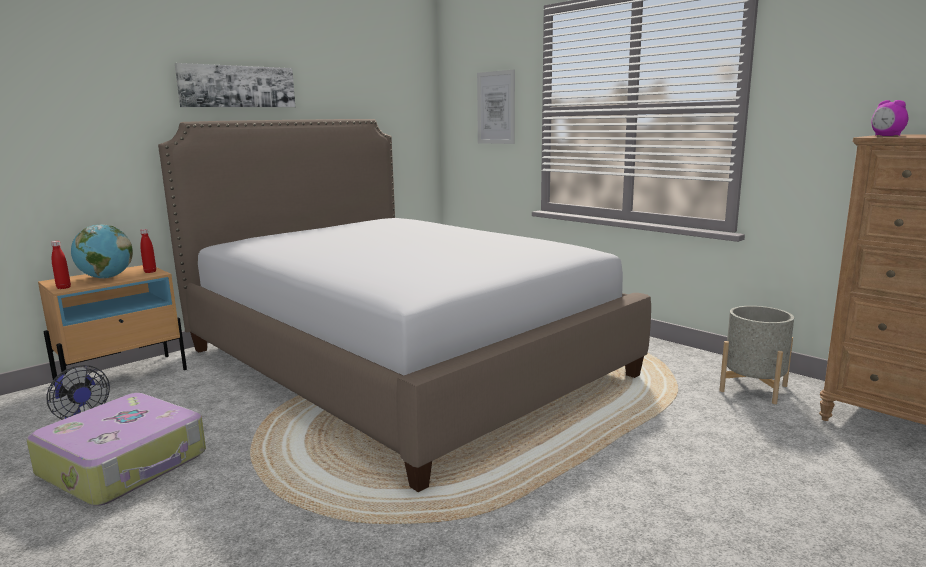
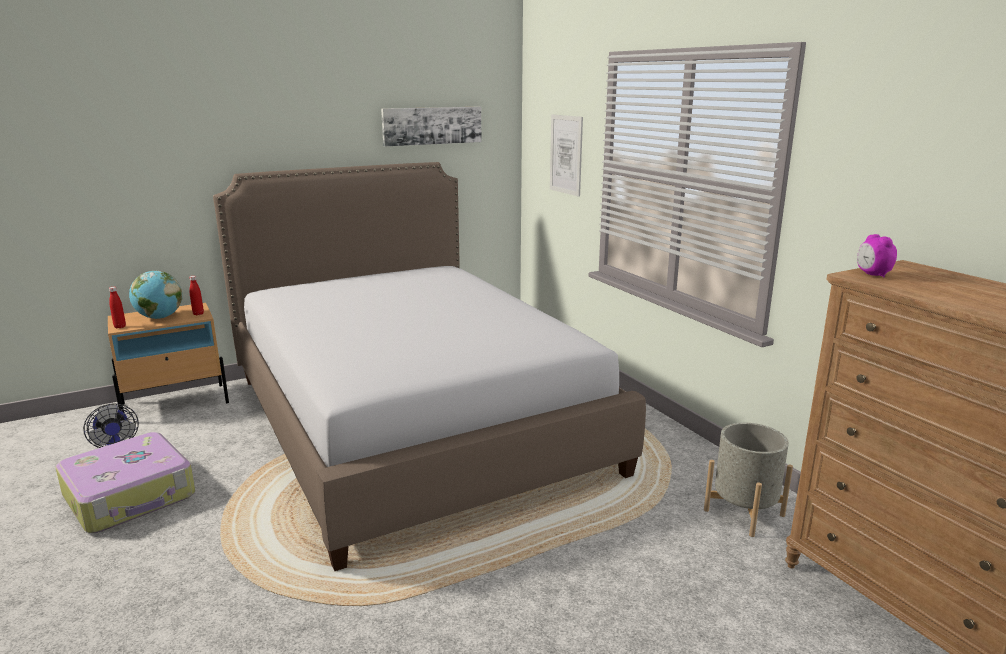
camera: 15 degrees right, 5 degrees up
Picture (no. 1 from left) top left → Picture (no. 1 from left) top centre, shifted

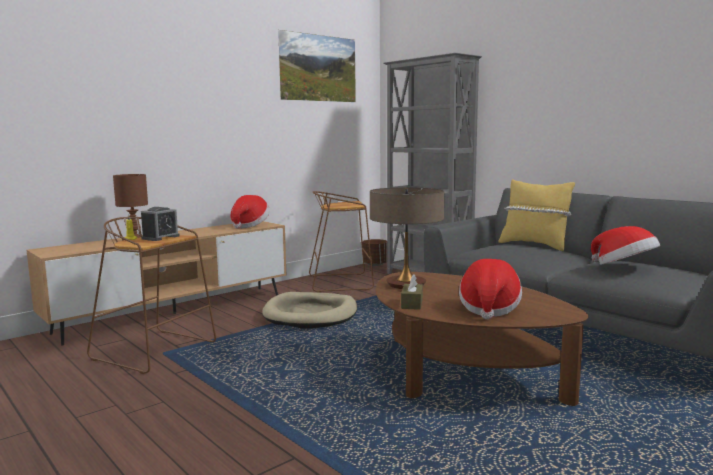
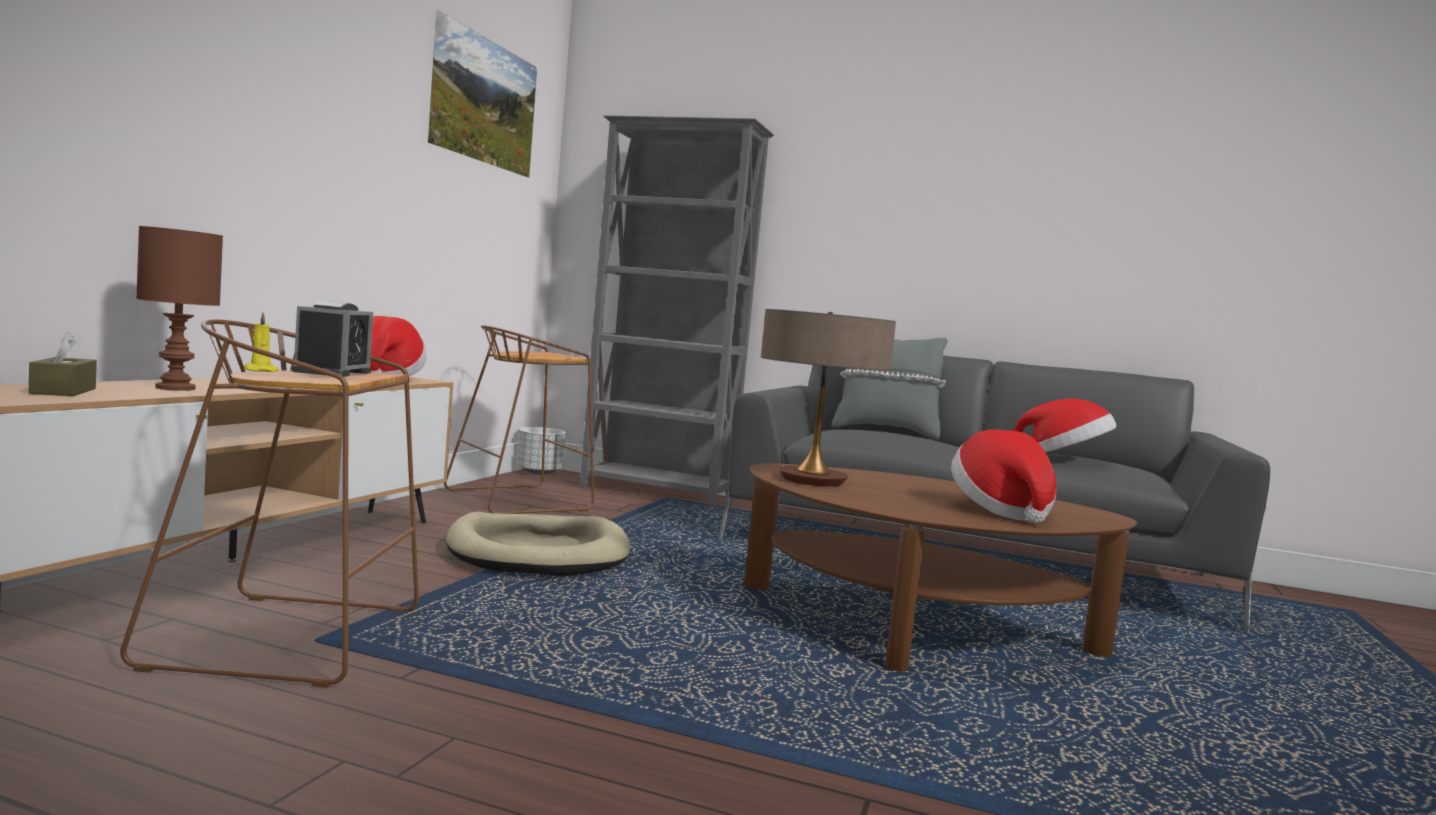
camera: 30 degrees left, 5 degrees down
BrownFlowerPot centre → WhiteFlowerPot centre
BrownTissueHolder centre → BrownTissueHolder middle left, shifted
YellowCushion middle right → GreyCushion centre

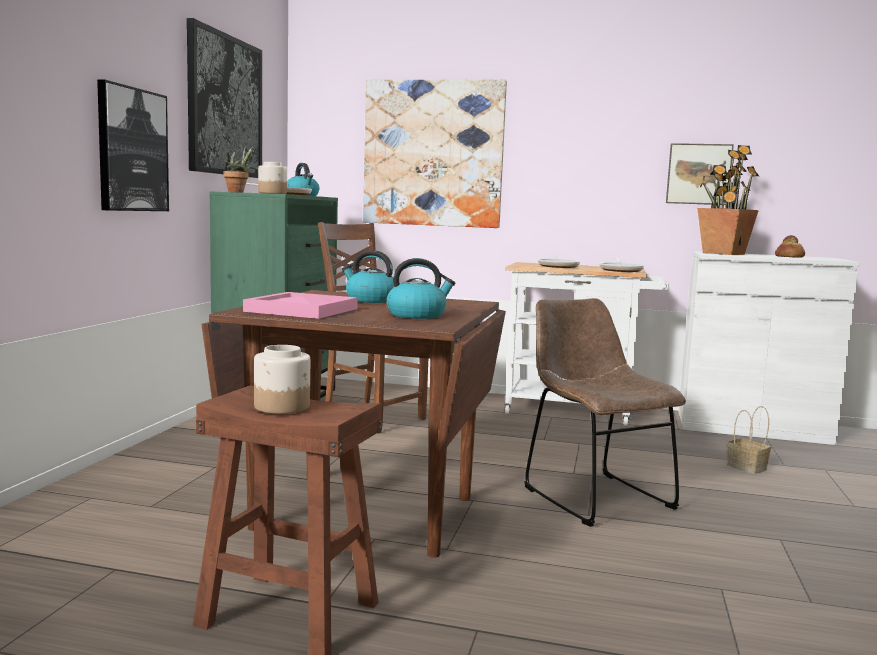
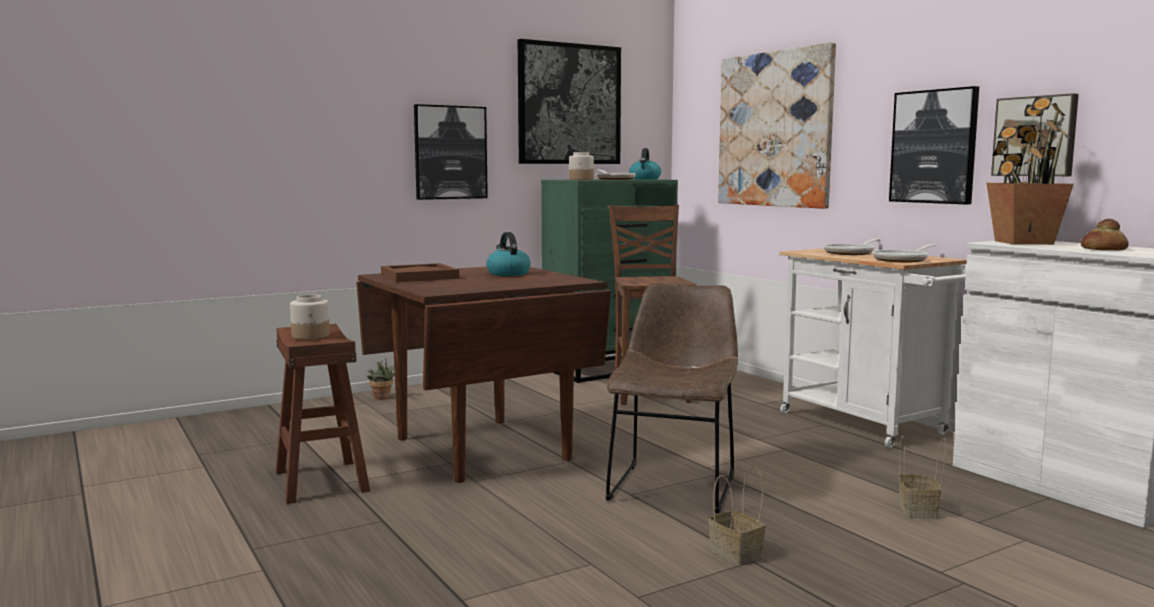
camera: 45 degrees right, 0 degrees up
PottedPlant (no. 1 from left) top left → PottedPlant (no. 1 from left) middle left, shifted
PinkCarryingTray centre → BrownCarryingTray centre
TeaKettle (no. 3 from left) centre → -
- → HouseholdBasket (no. 1 from left) bottom centre
- → Picture (no. 4 from left) top right

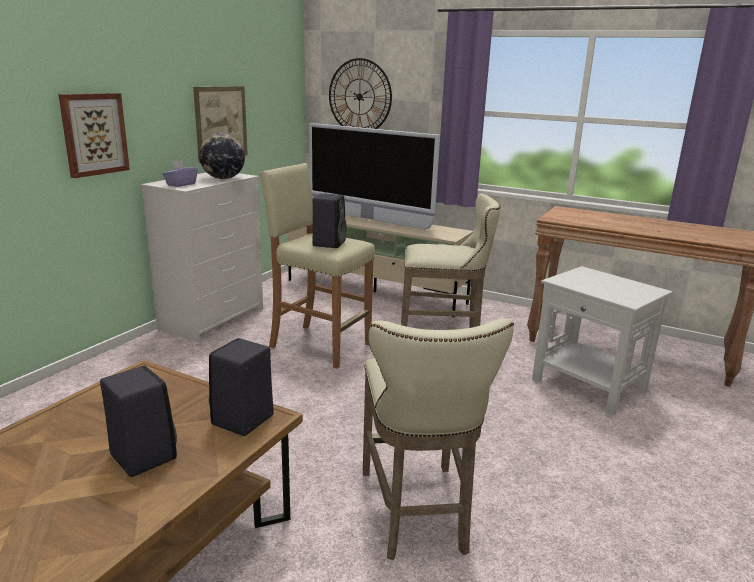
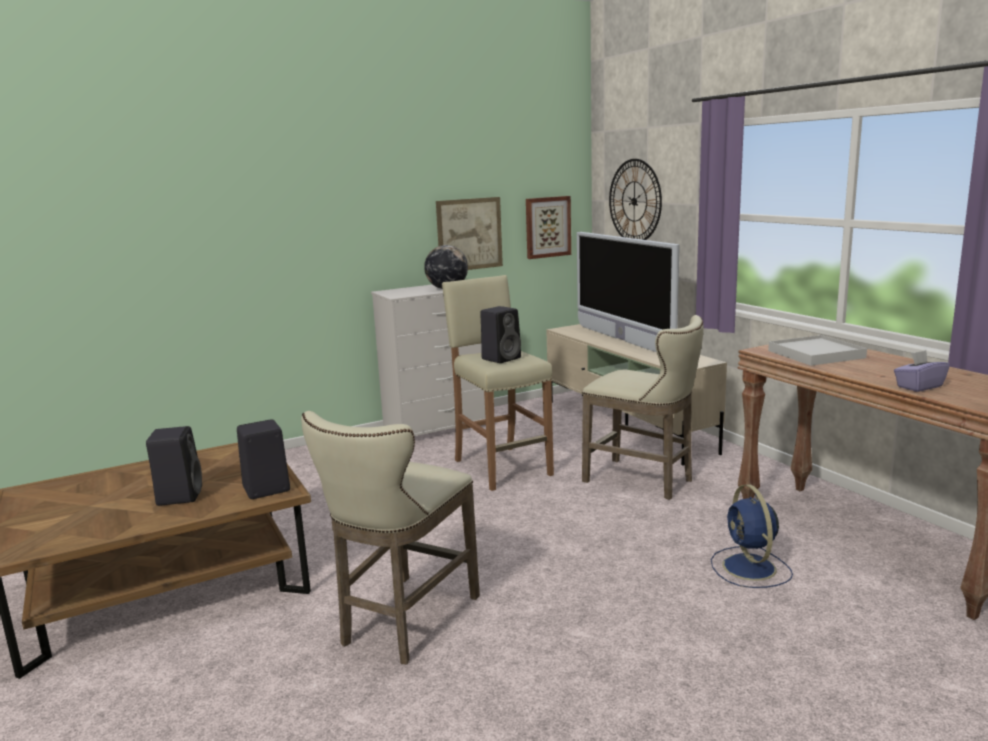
camera: 35 degrees right, 5 degrees down
Picture (no. 1 from left in the first image) top left → Picture (no. 2 from left) top centre, shifted
PurpleColouredTissueHolder top left → PurpleColouredTissueHolder middle right, shifted
WhiteEndTable middle right → BluishElectricFan bottom right
- → WhiteCarryingTray middle right

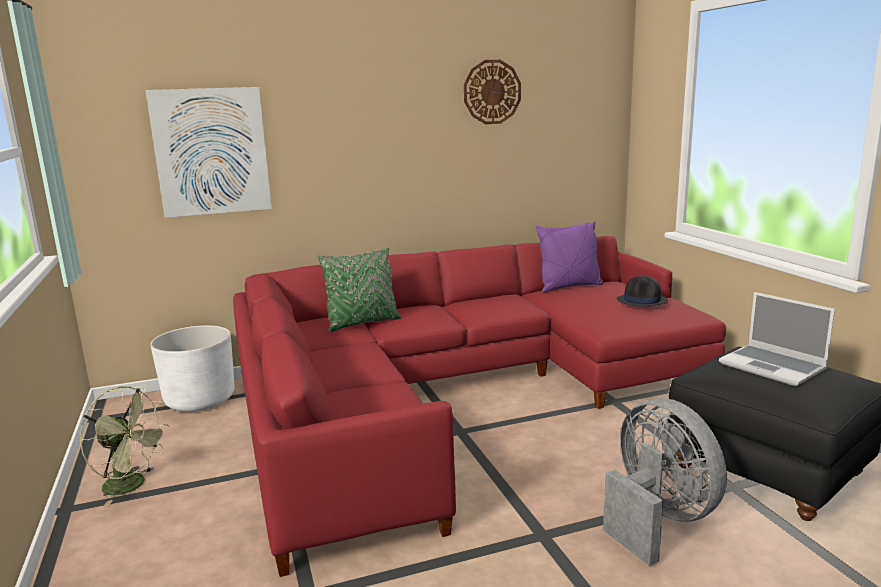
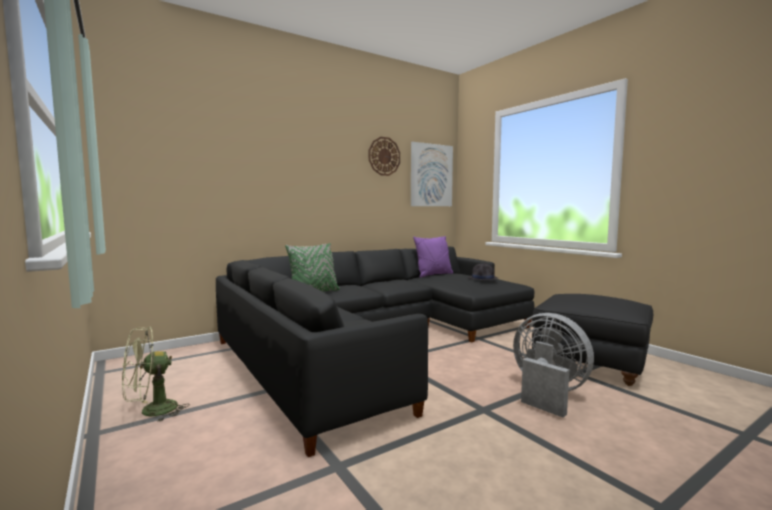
camera: 15 degrees left, 10 degrees down
GreenElectricFan bottom left, 135 degrees clockwise
Picture top left → Picture centre, shifted
WhiteFlowerPot middle left → -
ReddishCouch bottom centre → BlackColouredCouch bottom centre
Laptop middle right → -

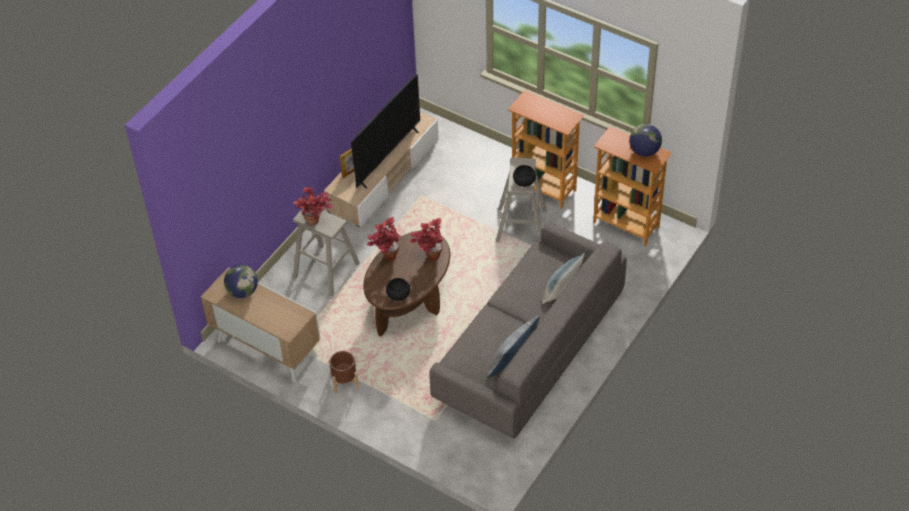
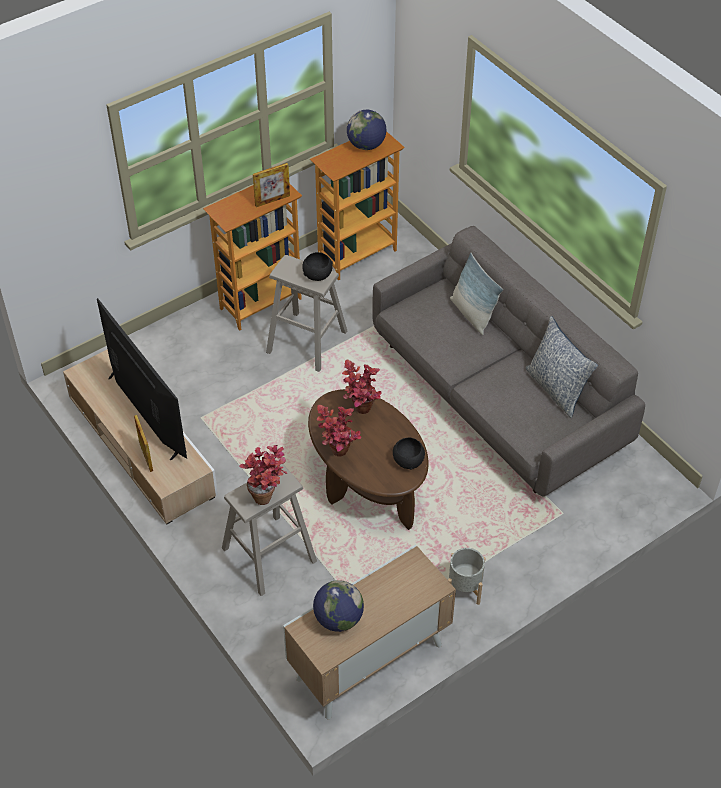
camera: 70 degrees left, 0 degrees up
BrownFlowerPot bottom centre → GreyFlowerPot bottom centre
- → PictureFrame (no. 2 from left) top centre

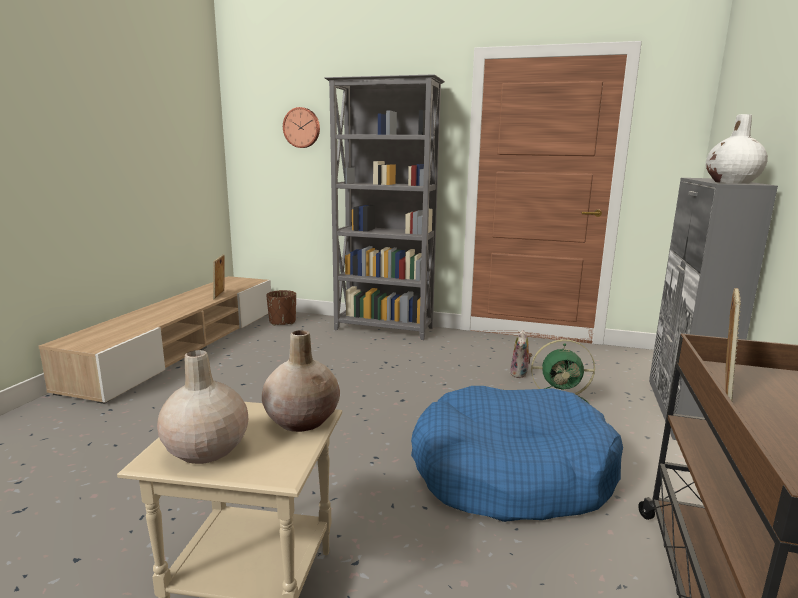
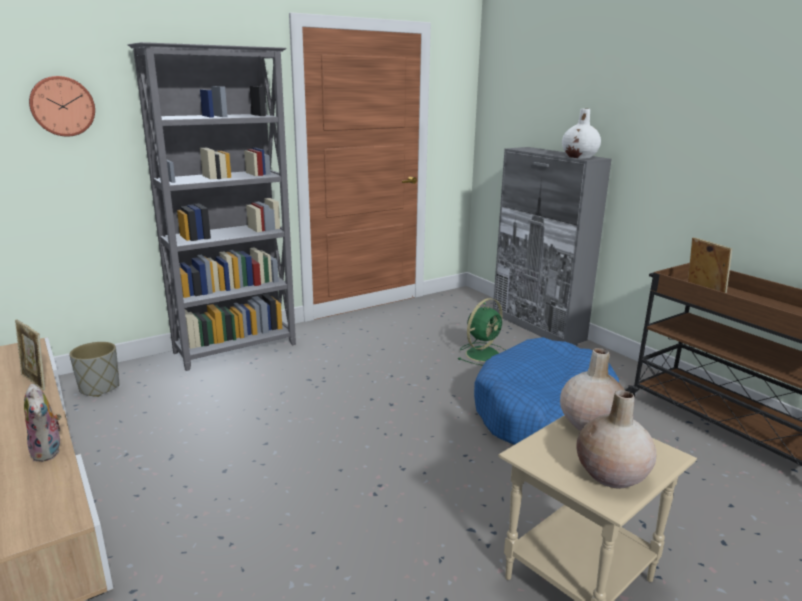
camera: 50 degrees left, 5 degrees up
BrownFlowerPot centre → GreyFlowerPot middle left
CuddlyToy centre → CuddlyToy bottom left, shifted

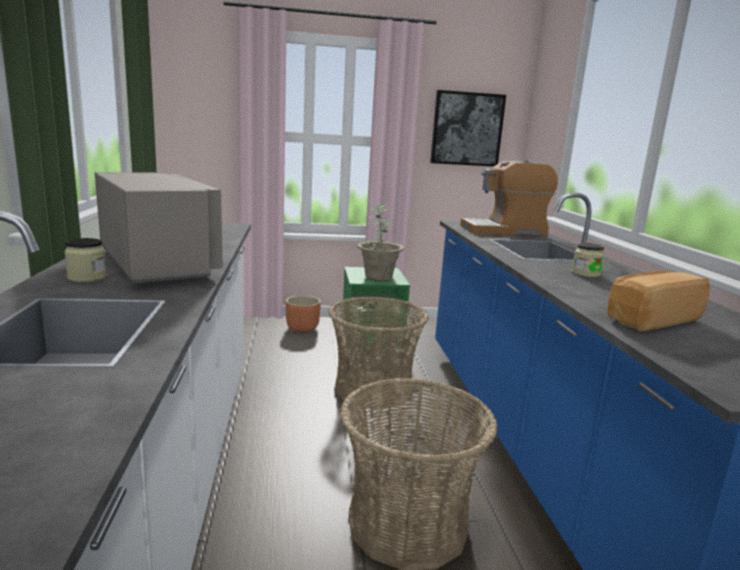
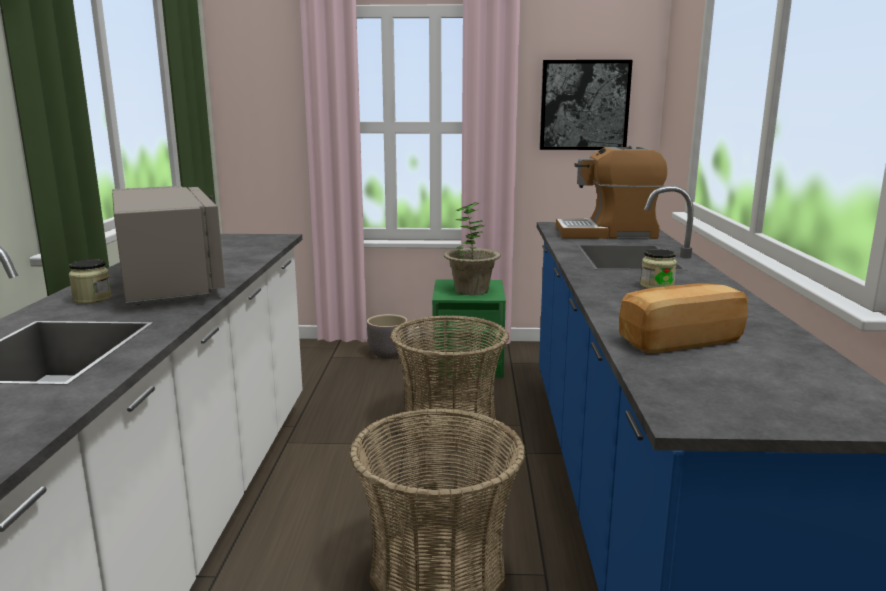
camera: 10 degrees right, 0 degrees up
BrownFlowerPot centre → GreyFlowerPot centre

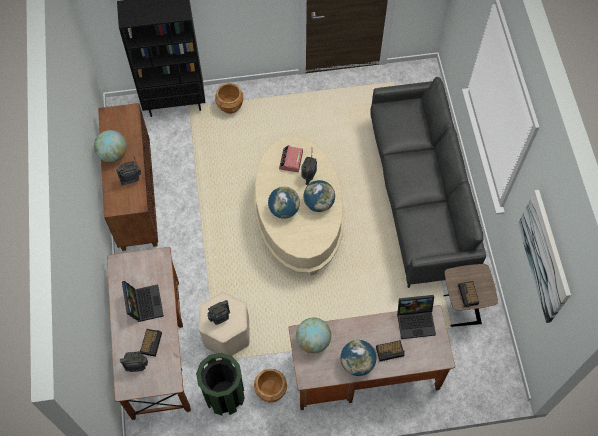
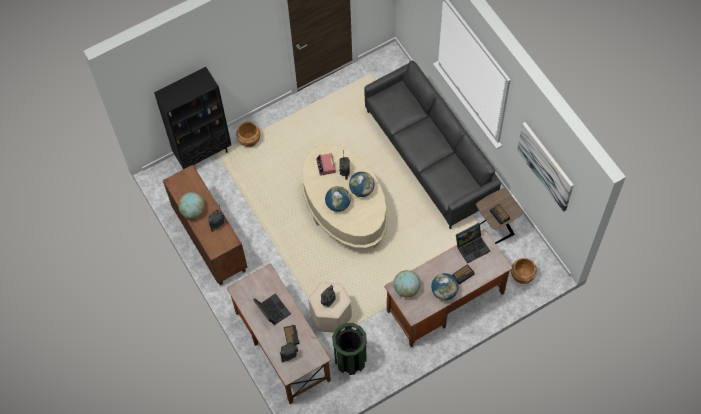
camera: 20 degrees left, 0 degrees up
BrownFlowerPot (no. 2 from left) bottom centre → BrownFlowerPot (no. 2 from left) middle right, shifted

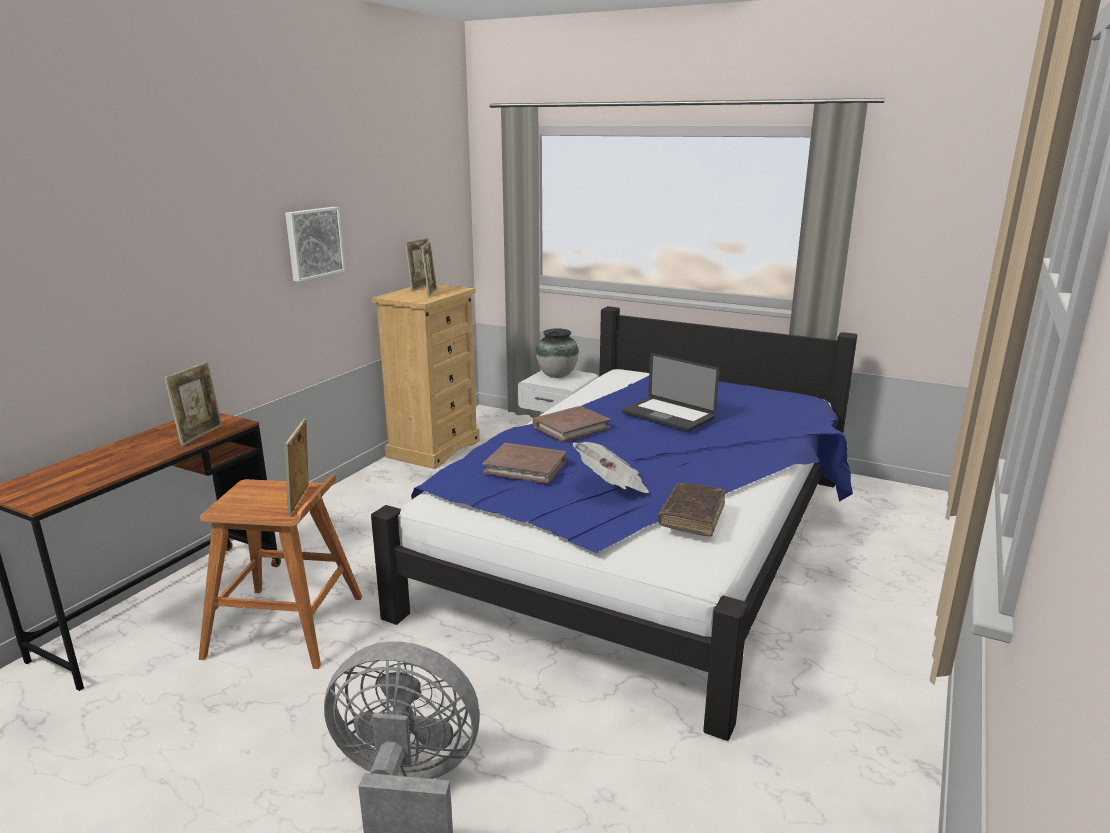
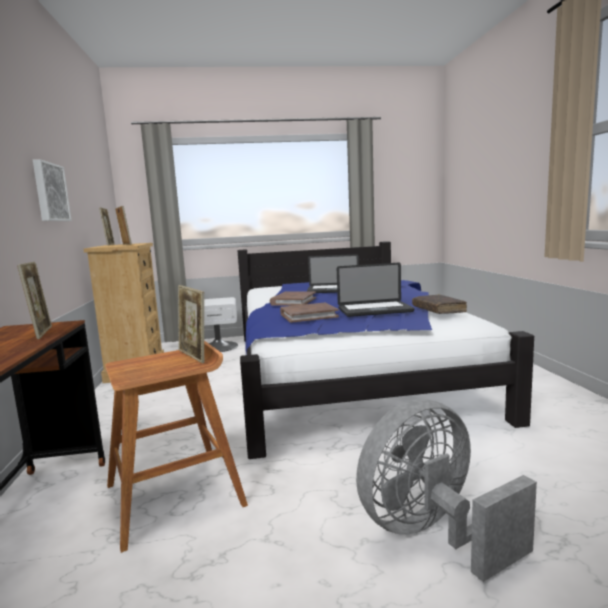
camera: 35 degrees left, 10 degrees down
FlowerVase centre → -
PrintedPaper centre → Laptop (no. 2 from left) centre

